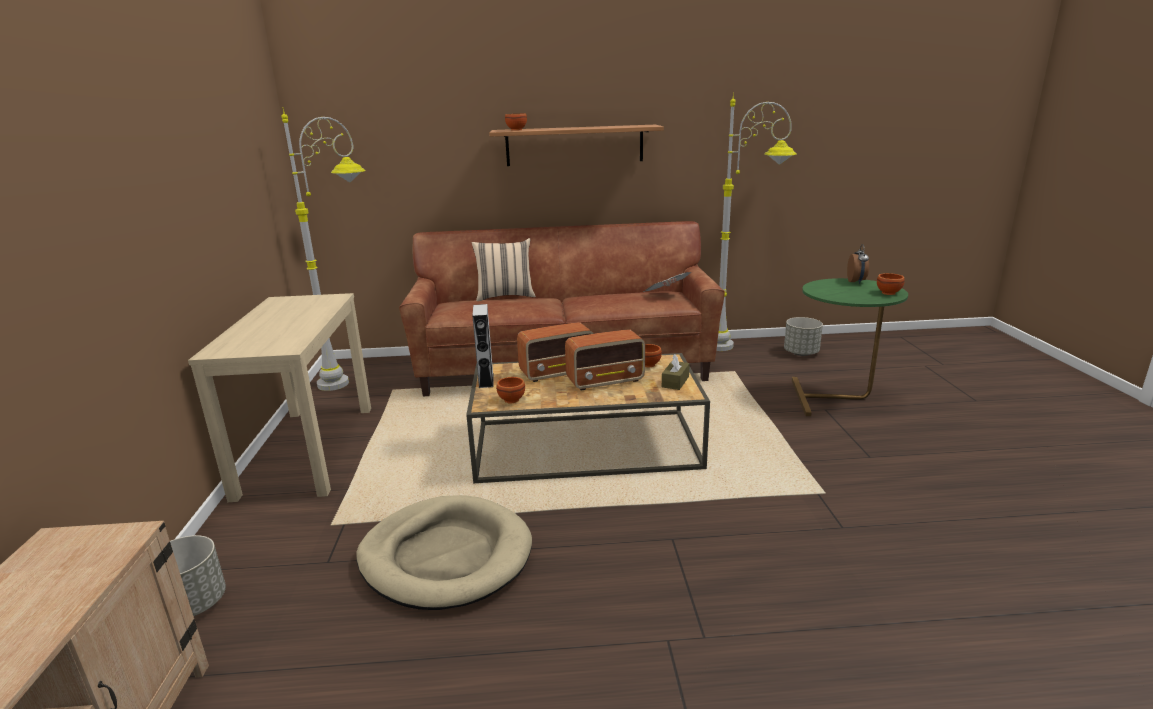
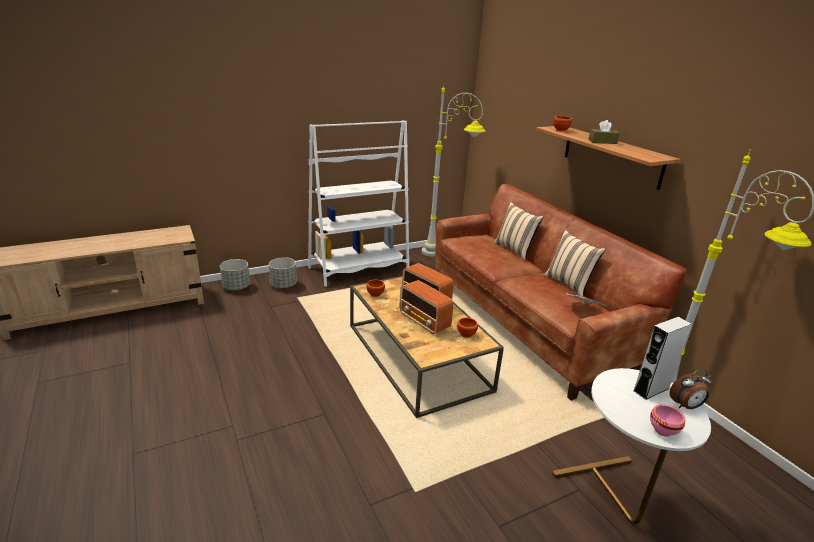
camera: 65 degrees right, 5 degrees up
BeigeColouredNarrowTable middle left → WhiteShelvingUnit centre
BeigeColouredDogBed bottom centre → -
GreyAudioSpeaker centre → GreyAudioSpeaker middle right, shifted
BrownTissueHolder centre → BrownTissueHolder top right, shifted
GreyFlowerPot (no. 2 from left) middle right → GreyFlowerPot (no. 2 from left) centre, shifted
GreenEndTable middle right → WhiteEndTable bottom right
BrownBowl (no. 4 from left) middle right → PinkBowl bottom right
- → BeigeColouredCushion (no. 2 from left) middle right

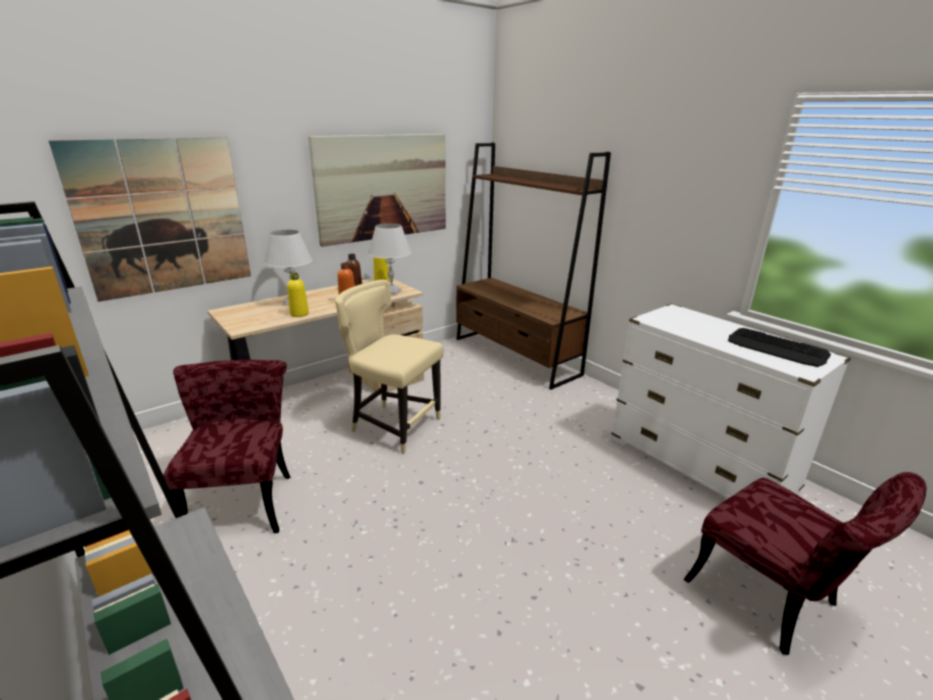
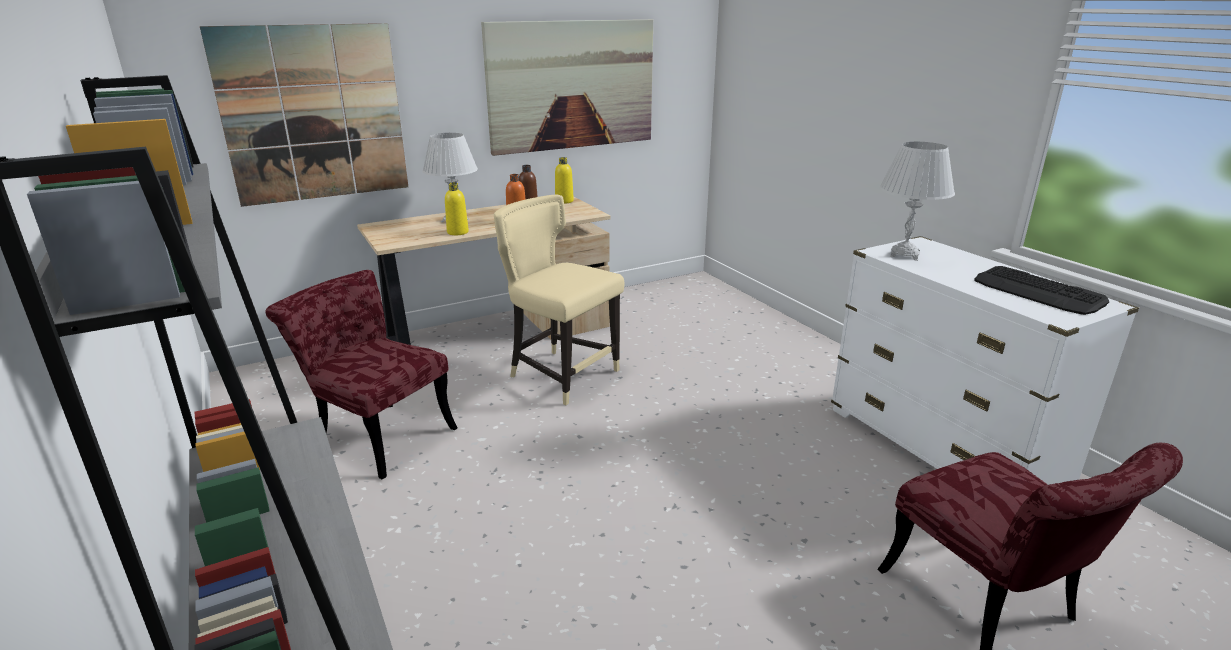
camera: 10 degrees right, 0 degrees up
ReddishUprightChair (no. 1 from left) middle left, 60 degrees counterclockwise
WhiteTableLamp (no. 2 from left) centre → WhiteTableLamp (no. 2 from left) top right, shifted
BrownShelvingUnit centre → -

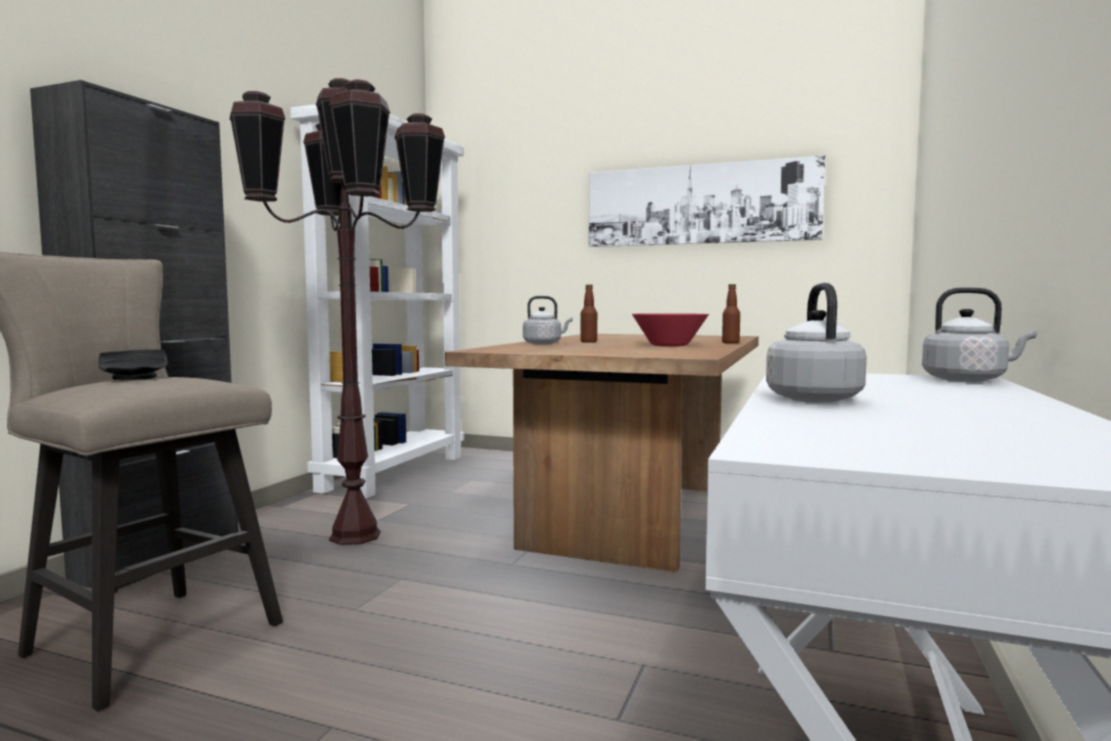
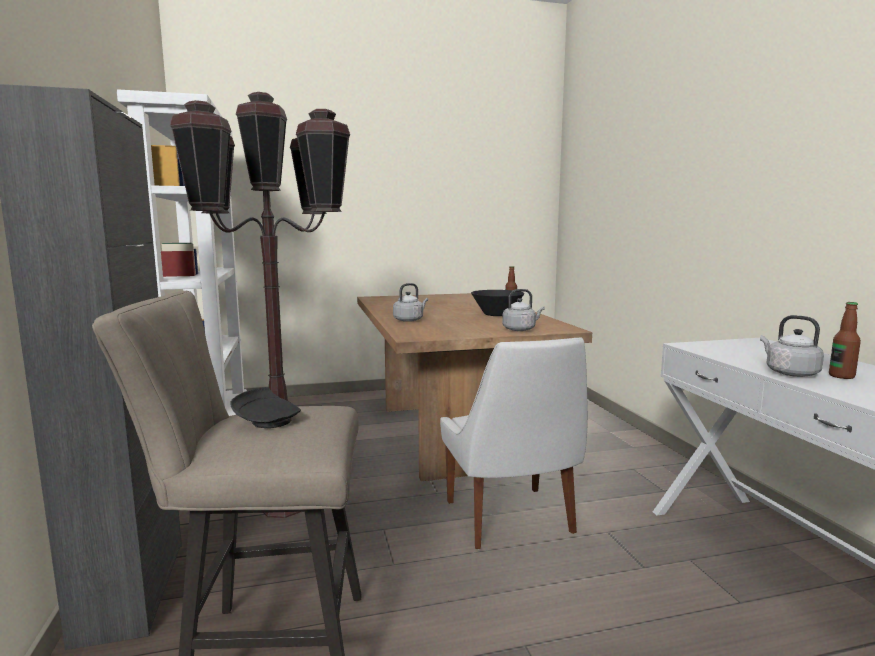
camera: 35 degrees left, 5 degrees up
Bottle (no. 1 from left in the first image) centre → Bottle (no. 2 from left) middle right, shifted
Picture top centre → -
ReddishBowl centre → BlackColouredBowl centre
GreyTeaKettle (no. 3 from left in the first image) middle right → GreyTeaKettle (no. 2 from left) centre, shifted
- → WhiteUprightChair bottom centre

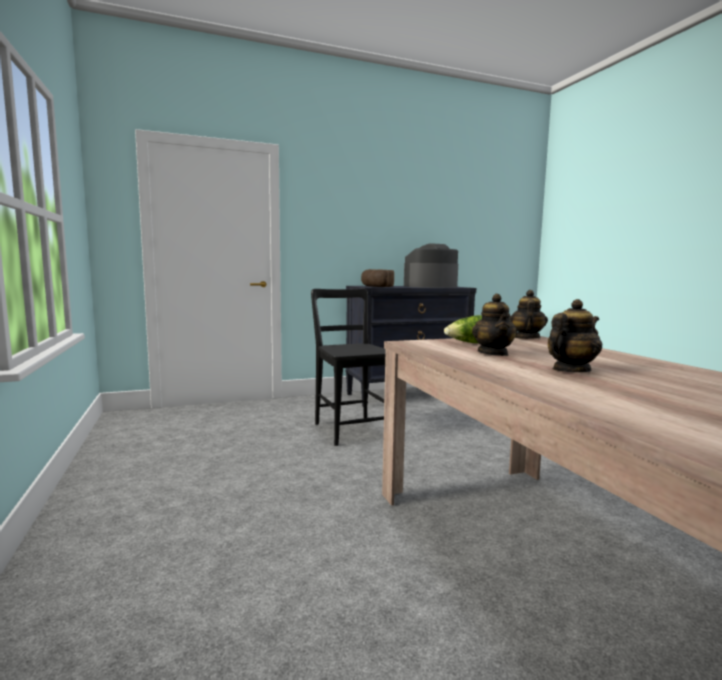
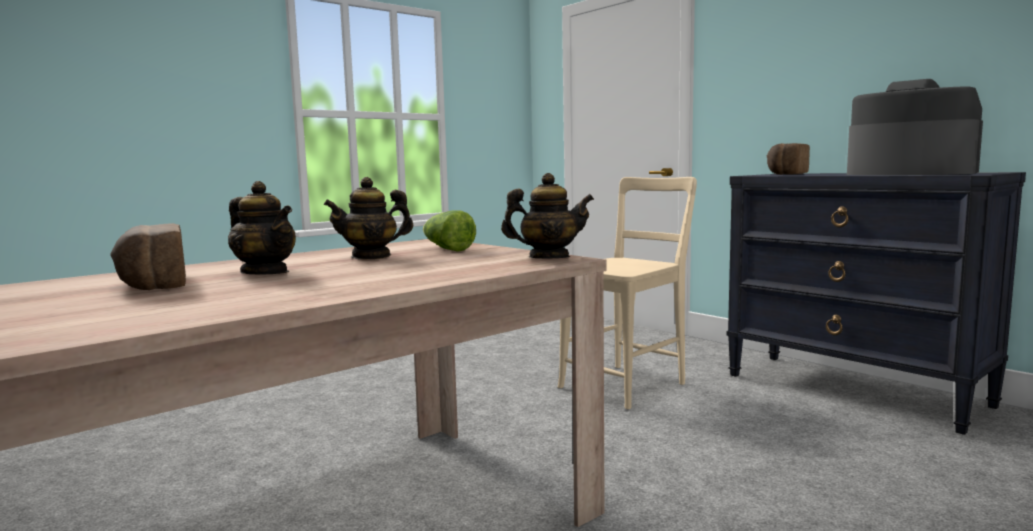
camera: 70 degrees right, 0 degrees up
BlackColouredUprightChair centre → BeigeColouredUprightChair centre
- → Bread (no. 1 from left) middle left

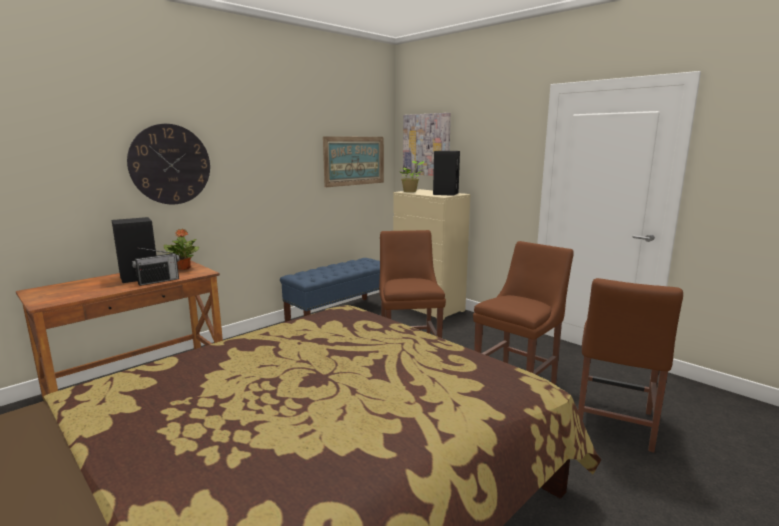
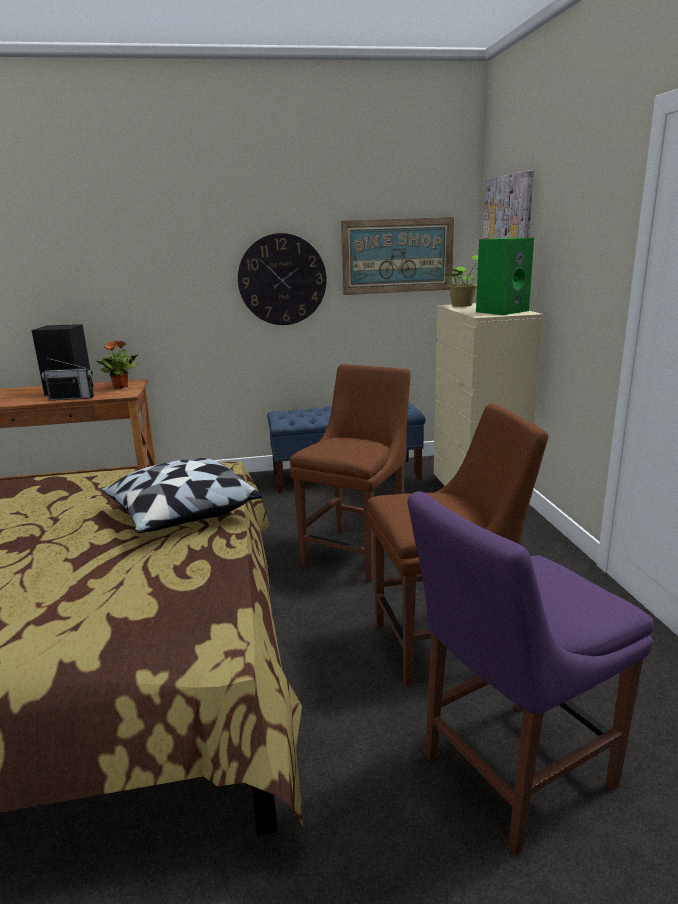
camera: 35 degrees right, 5 degrees up
ClockOnTheWall top left → ClockOnTheWall top centre, shifted
BlackColouredAudioSpeaker (no. 2 from left) top centre → GreenAudioSpeaker top right
BrownUprightChair (no. 3 from left) bottom right → PurpleColouredUprightChair bottom right
- → Cushion middle left

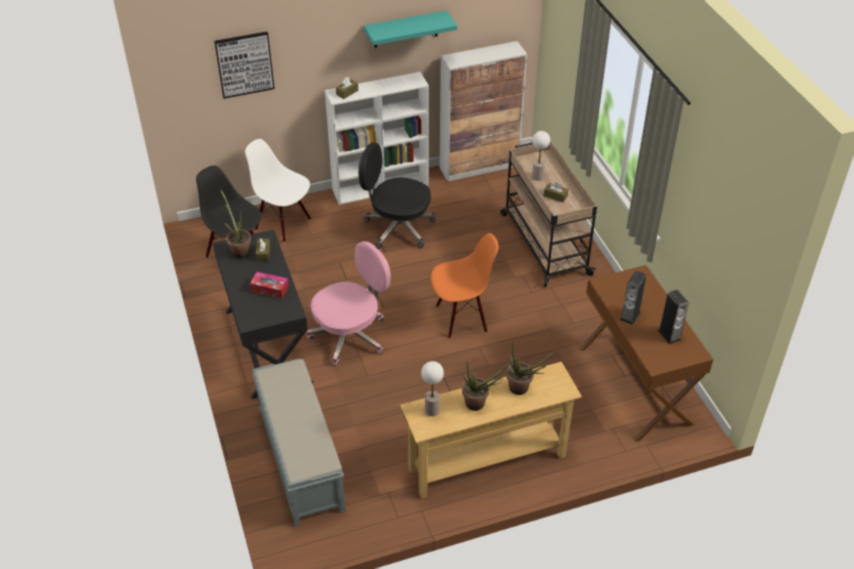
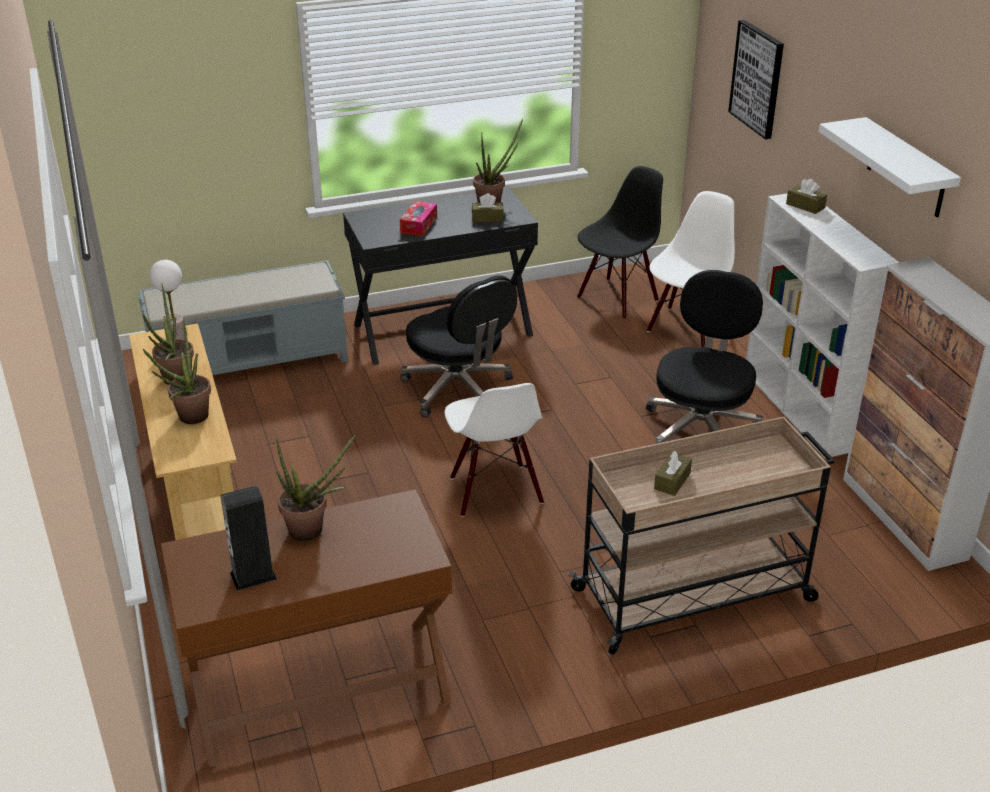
camera: 90 degrees right, 10 degrees down
PinkOfficeChair centre → BlackColouredOfficeChair (no. 1 from left) centre
TurquoiseColouredBracketShelf top centre → WhiteBracketShelf top right
OrangeColouredUprightChair centre → WhiteUprightChair (no. 1 from left) centre
TableLamp (no. 2 from left) top centre → -
AudioSpeaker (no. 1 from left) middle right → PottedPlant (no. 3 from left) middle left

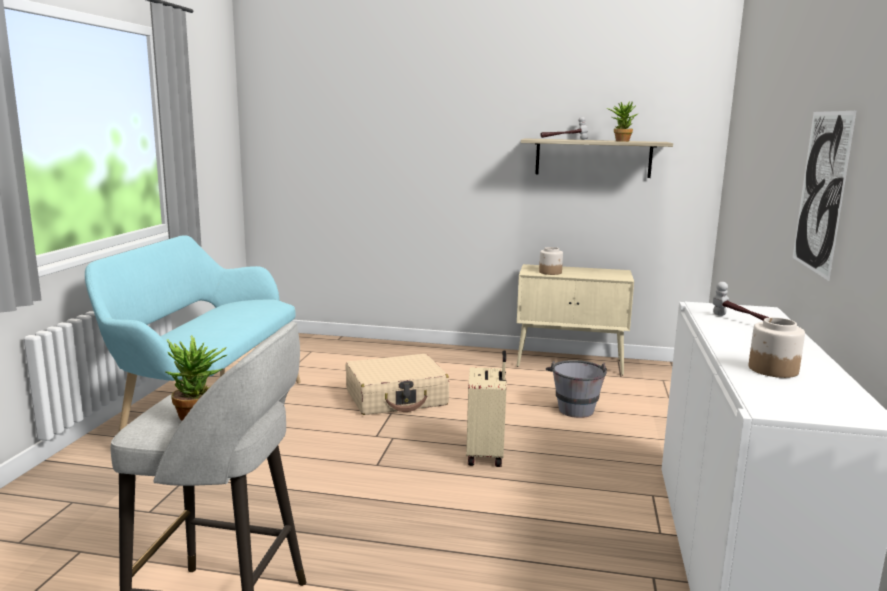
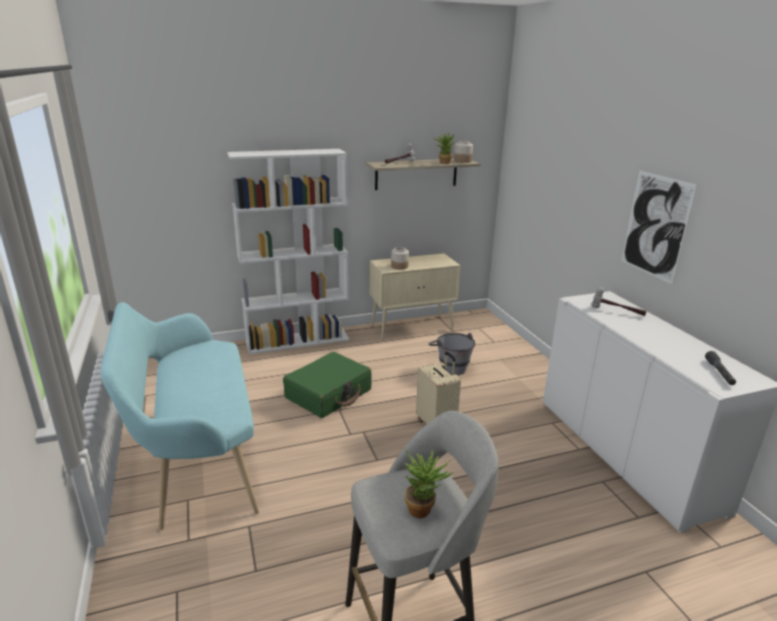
camera: 30 degrees left, 10 degrees up
BeigeColouredPieceOfLuggage (no. 1 from left) centre → GreenPieceOfLuggage centre
PreserveJar (no. 2 from left) middle right → PreserveJar (no. 2 from left) top centre, shifted
- → WhiteShelvingUnit centre
- → GreyTorch middle right

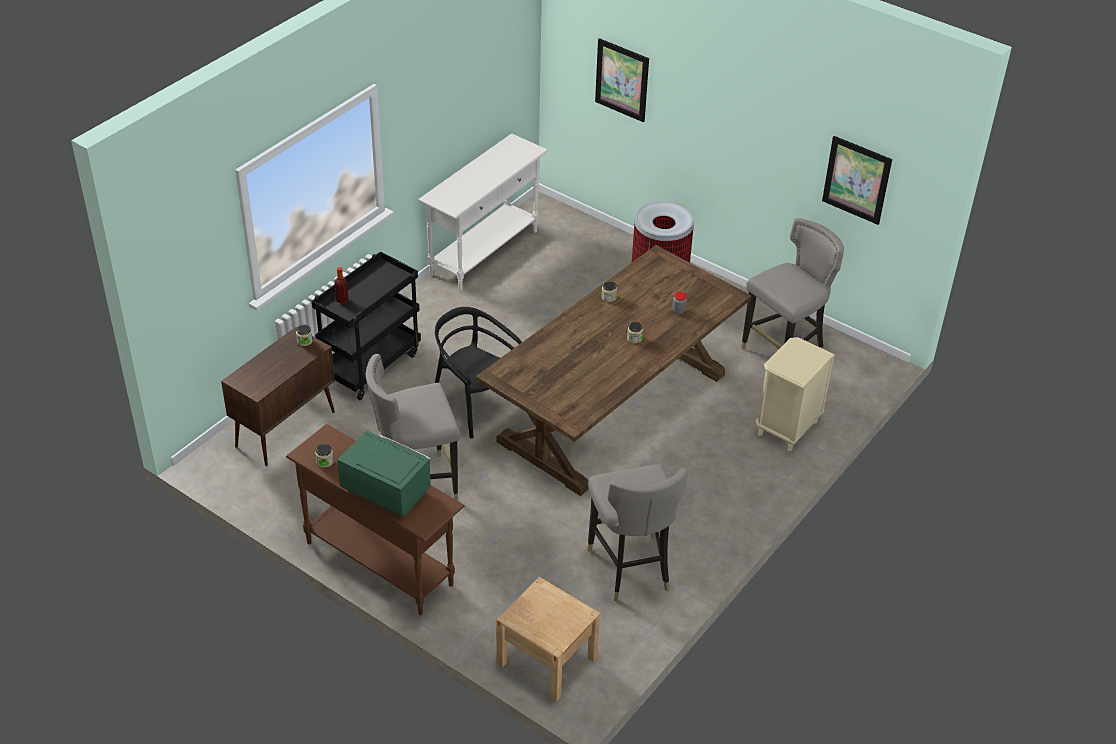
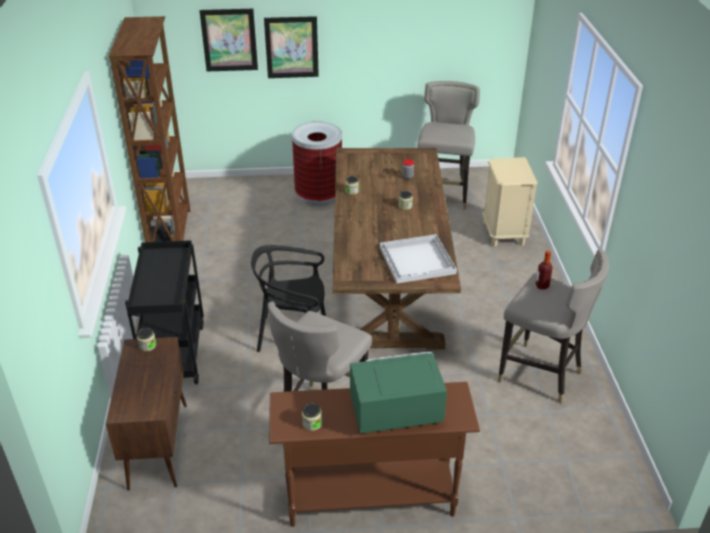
camera: 40 degrees left, 5 degrees down
Bottle middle left → Bottle middle right, shifted
WhiteNarrowTable top centre → BrownShelvingUnit top left
BeigeColouredBedsideTable (no. 1 from left) bottom centre → -
Picture (no. 2 from left) top right → Picture (no. 2 from left) top centre, shifted
- → WhiteCarryingTray centre

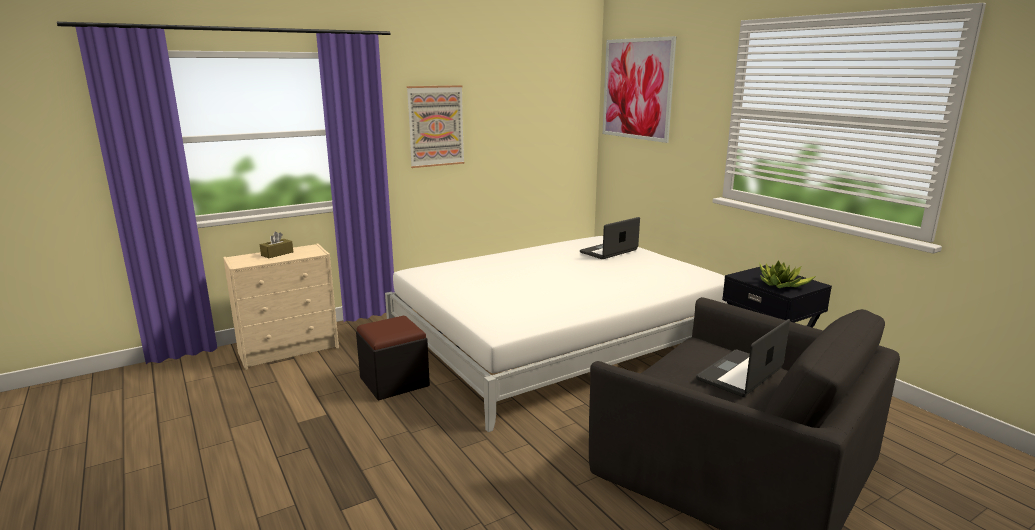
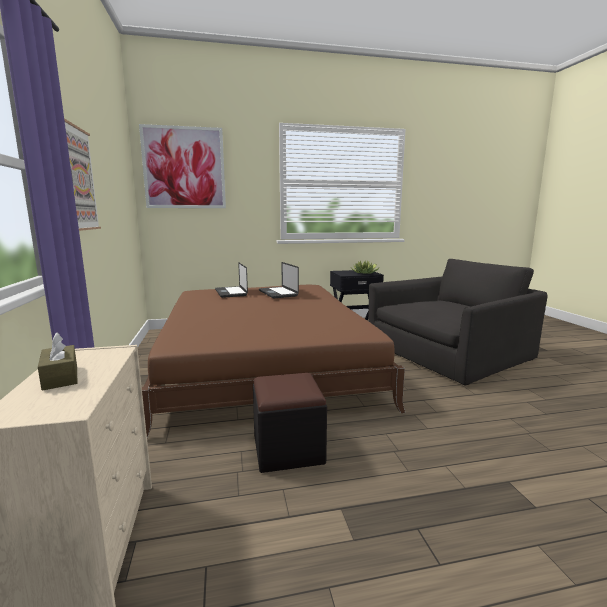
camera: 70 degrees left, 5 degrees down
WhiteBed centre → BrownBed centre
Laptop (no. 2 from left) bottom right → Laptop (no. 2 from left) centre, shifted

